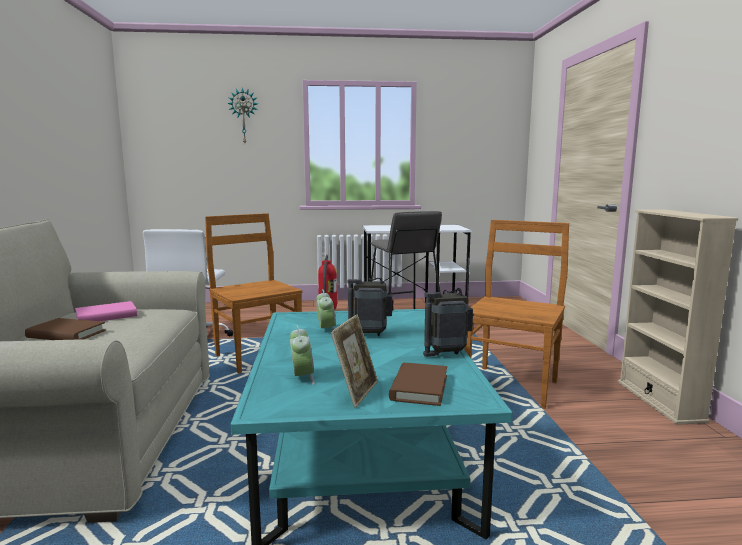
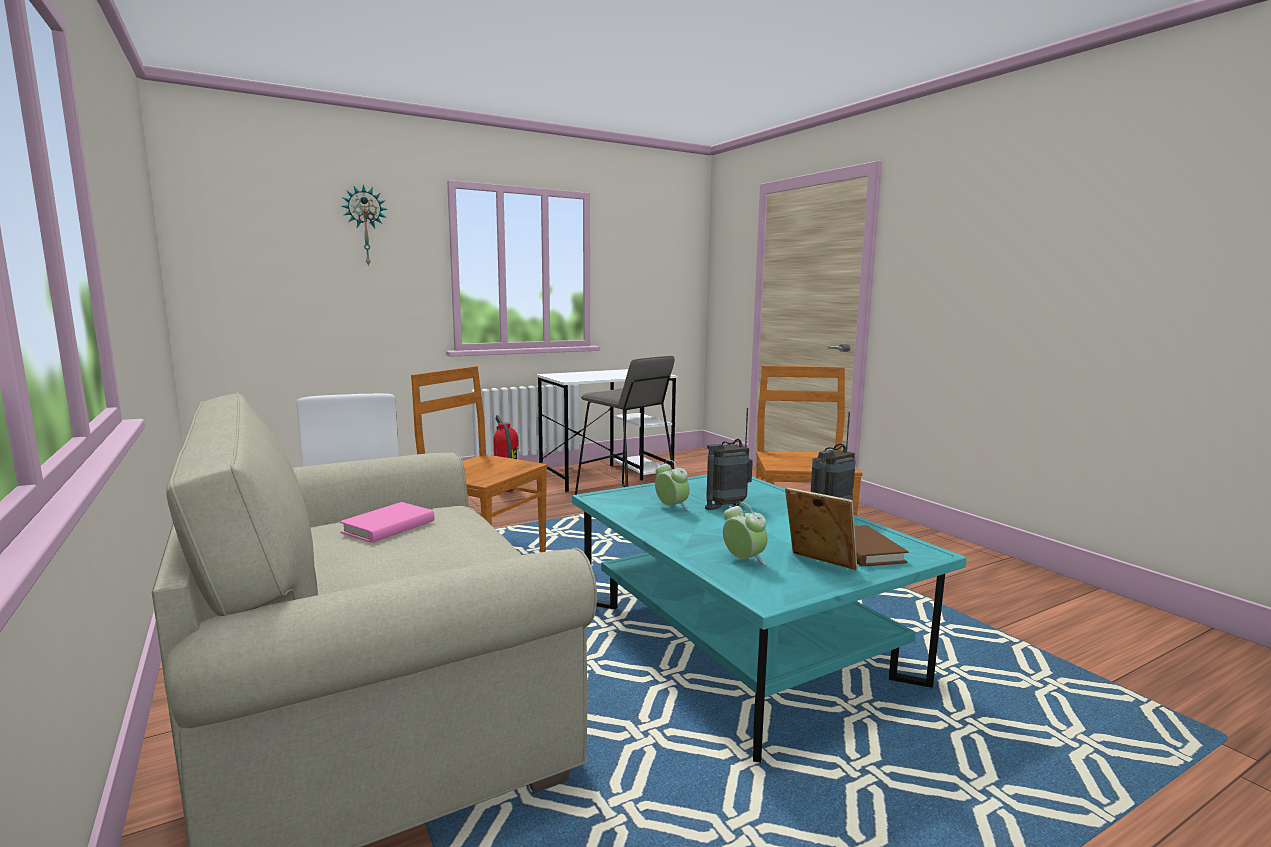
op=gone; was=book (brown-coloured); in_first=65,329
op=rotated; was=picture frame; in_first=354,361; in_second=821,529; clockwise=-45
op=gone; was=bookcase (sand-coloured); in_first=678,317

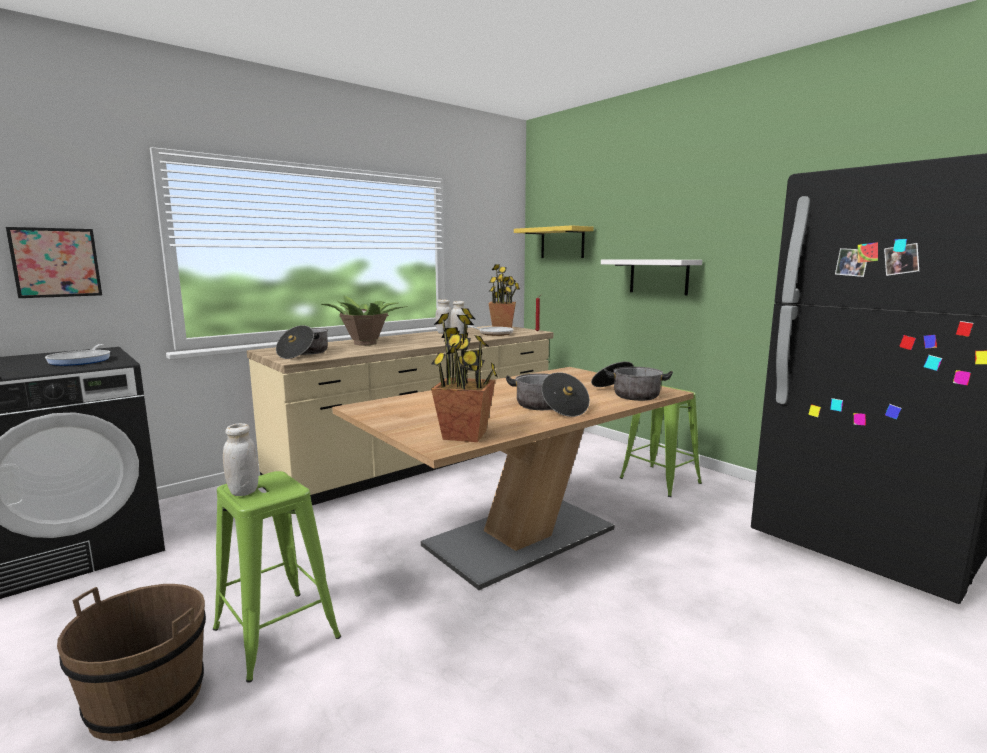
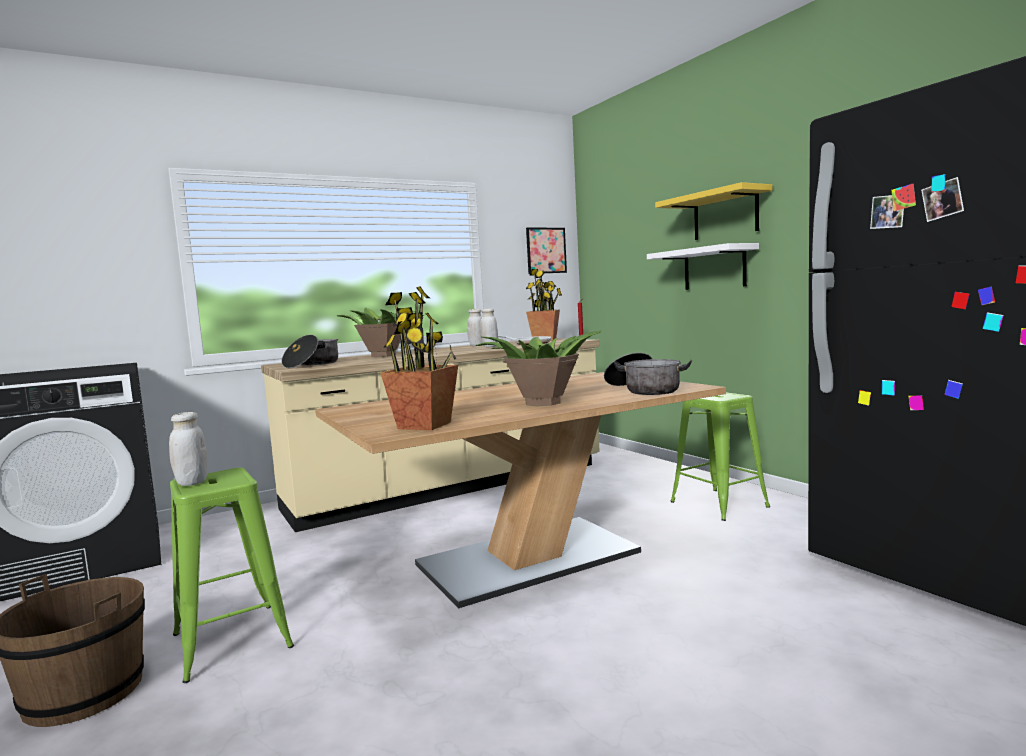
op=shifted; was=picture; in_first=54,262; in_second=546,250
op=gone; was=skillet; in_first=77,355
op=swapped; was=cooking pot; now=houseplant; in_first=548,394; in_second=539,368
op=shifted; was=wall shelf (yellow); in_first=554,241; in_second=713,211

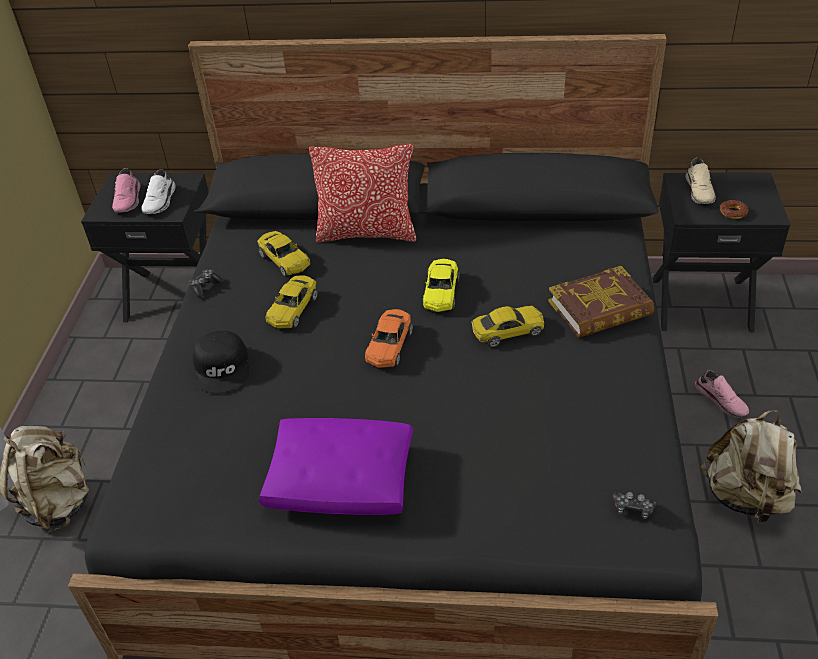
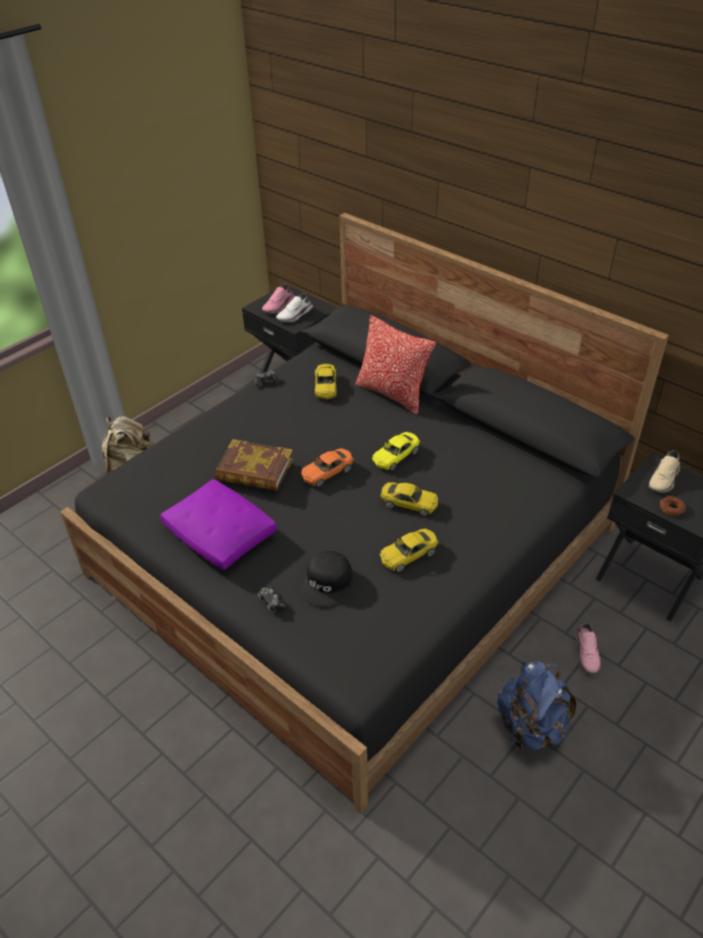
op=shifted; was=baseball cap (black); in_first=221,362; in_second=326,579
op=shifted; was=miniature car (yellow); in_first=291,301; in_second=409,550
op=shifted; was=book; in_first=601,302; in_second=254,465
op=shifted; was=gamepad; in_first=635,505; in_second=273,599
op=repainted; was=rucksack (sand-coloured); now=rucksack (blue); in_first=751,467; in_second=536,706

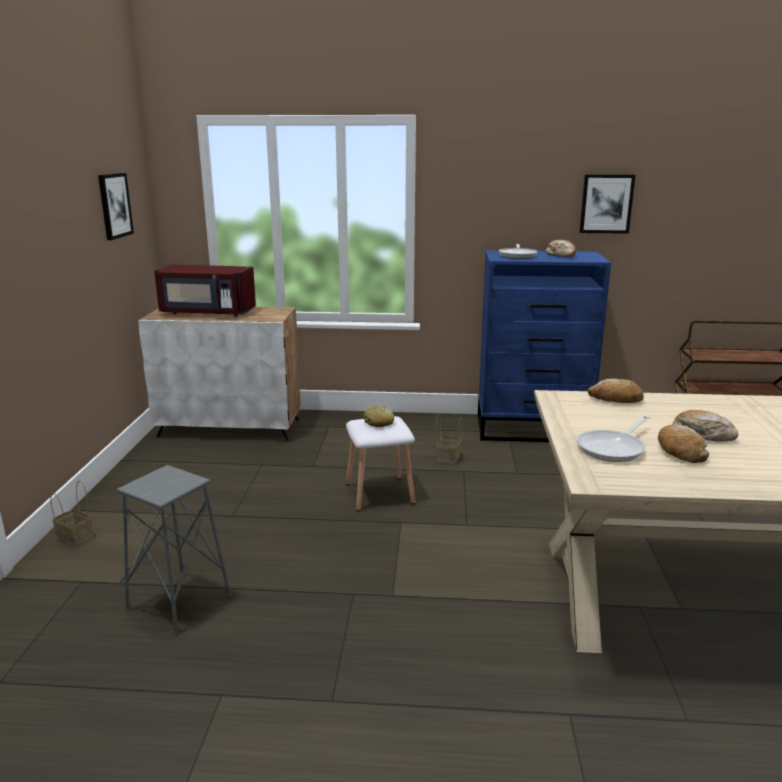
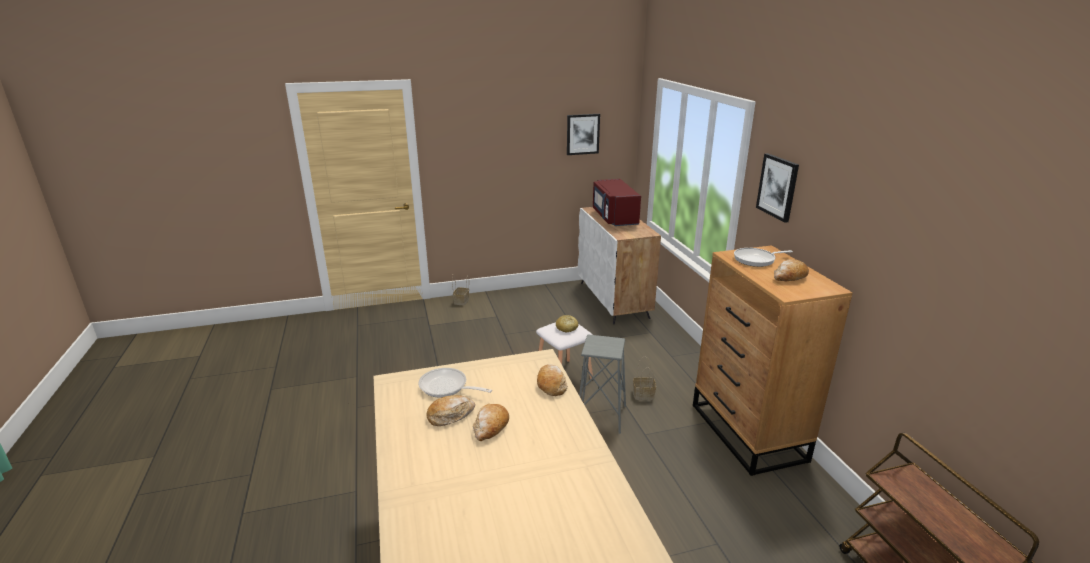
op=shifted; was=stool seat (greyish); in_first=174,550; in_second=602,384
op=repainted; was=chest of drawers (blue); now=chest of drawers (brown-coloured); in_first=544,346; in_second=773,360
op=shifted; was=picture; in_first=607,204; in_second=777,188

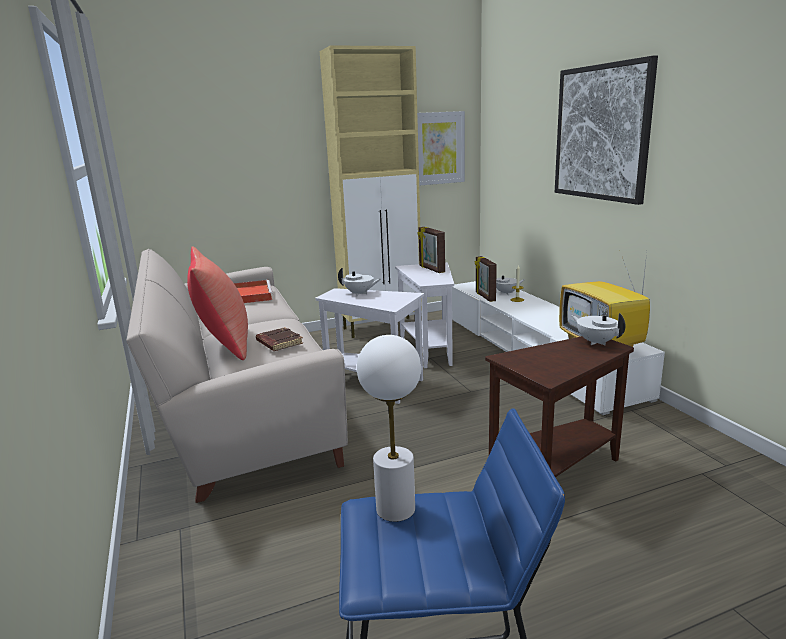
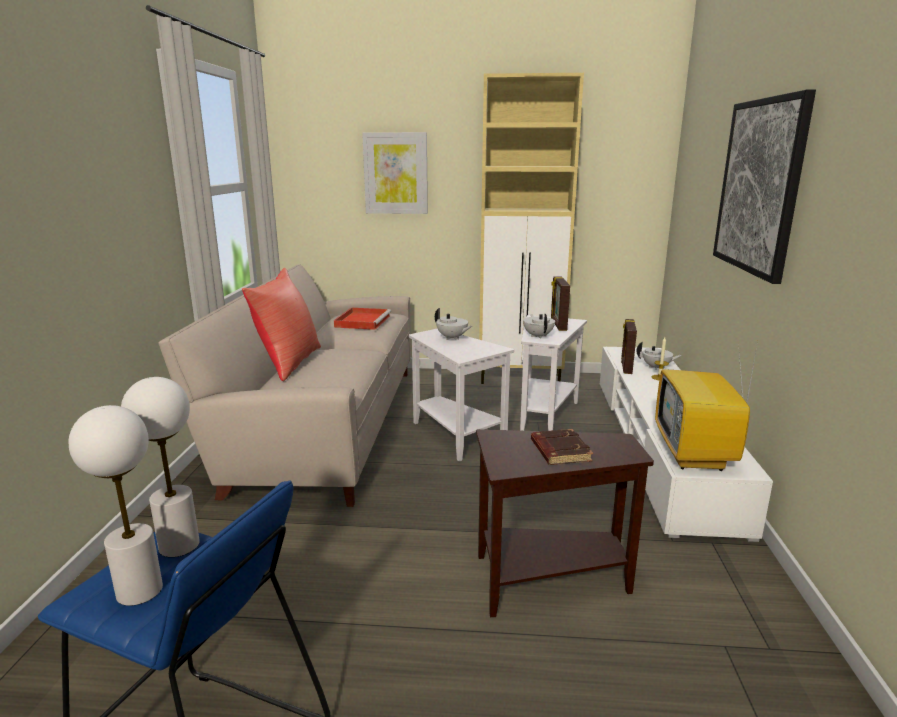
op=shifted; was=book (brown-coloured); in_first=279,339; in_second=562,447
op=shifted; was=picture; in_first=441,148; in_second=395,173
op=shifted; was=teapot (white-coloured); in_first=598,329; in_second=539,326
op=new; now=tabletop lamp (white-coloured); in_second=116,505

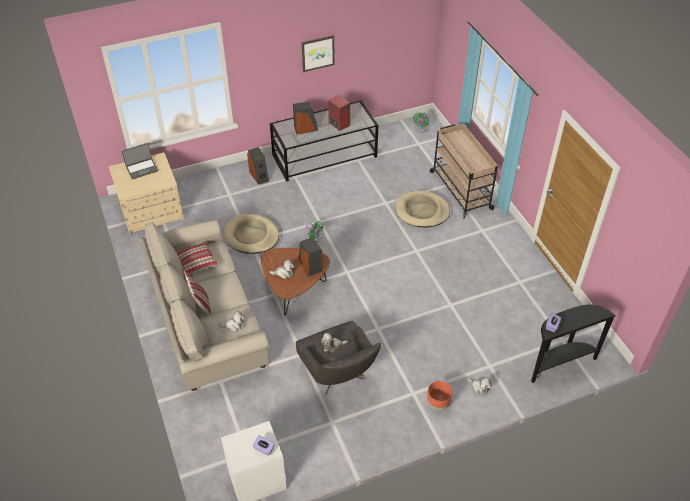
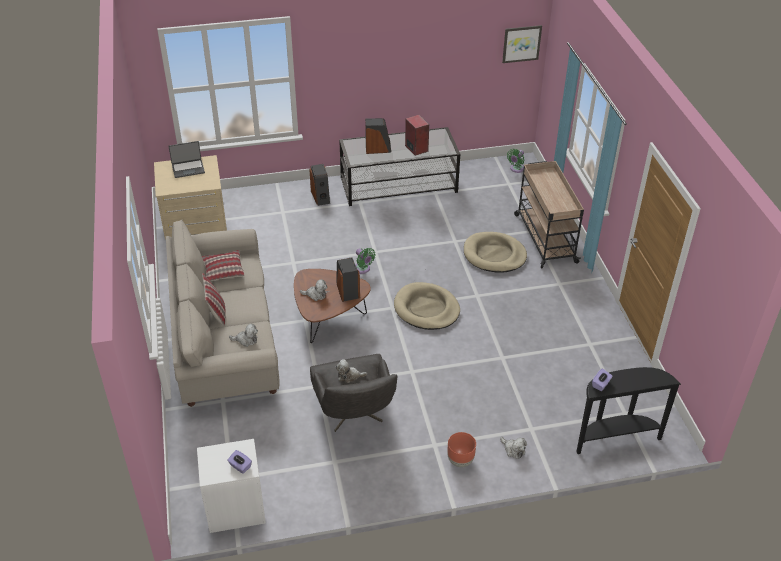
op=shifted; was=dog cushion (sand-coloured); in_first=251,234; in_second=427,306
op=shifted; was=picture; in_first=318,53; in_second=522,44

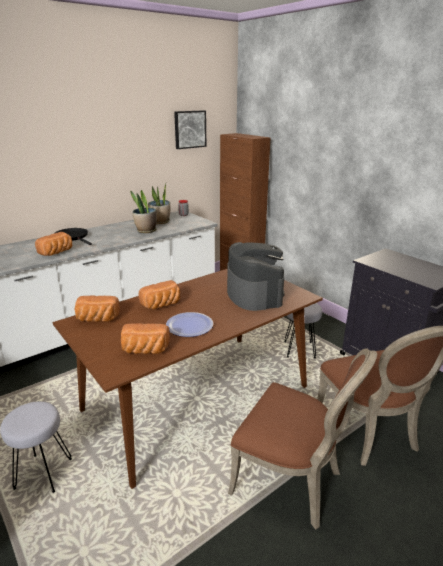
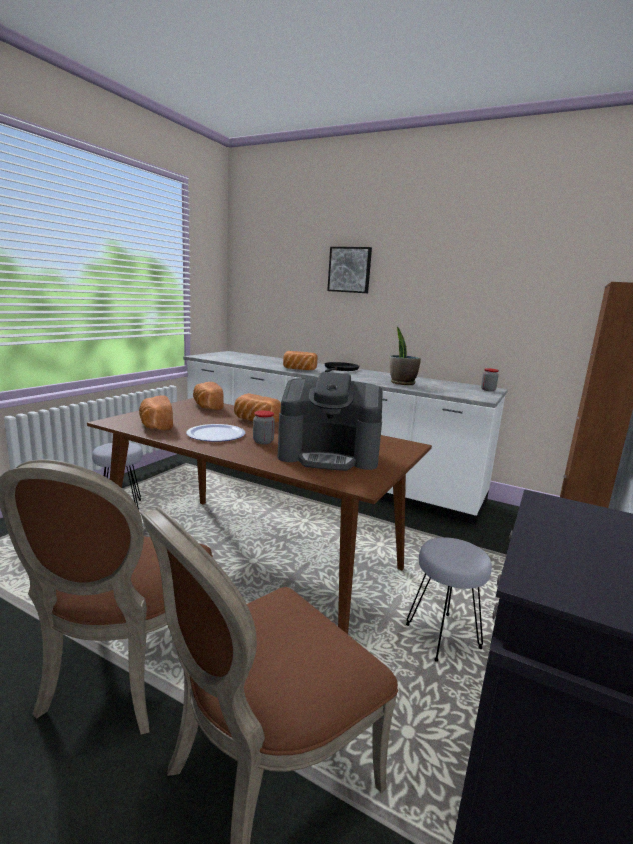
op=gone; was=houseplant; in_first=159,203
op=shifted; was=picture; in_first=190,129; in_second=349,270
op=rotated; was=coffee maker; in_first=256,276; in_second=330,421; clockwise=45
op=new; now=jar; in_second=264,427

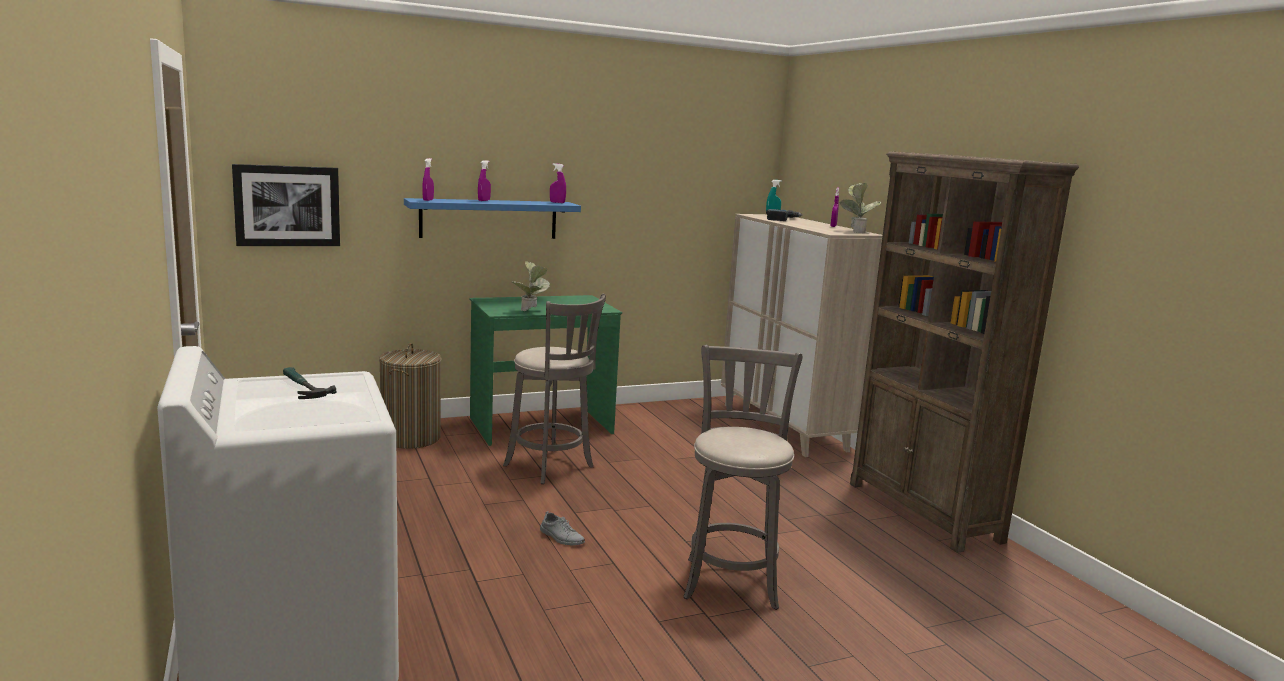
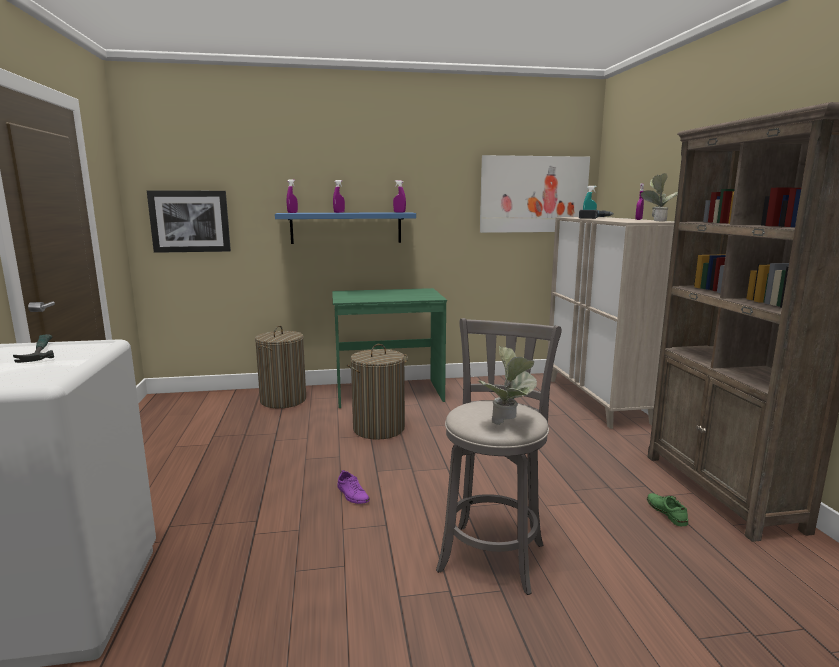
op=swapped; was=stool seat (greyish); now=hamper; in_first=554,388; in_second=377,392
op=shifted; was=houseplant; in_first=531,286; in_second=507,385
op=repainted; was=item of footwear (greyish); now=item of footwear (purple-coloured); in_first=562,528; in_second=353,487
op=new; now=picture; in_second=535,194
op=new; now=item of footwear (green); in_second=667,509

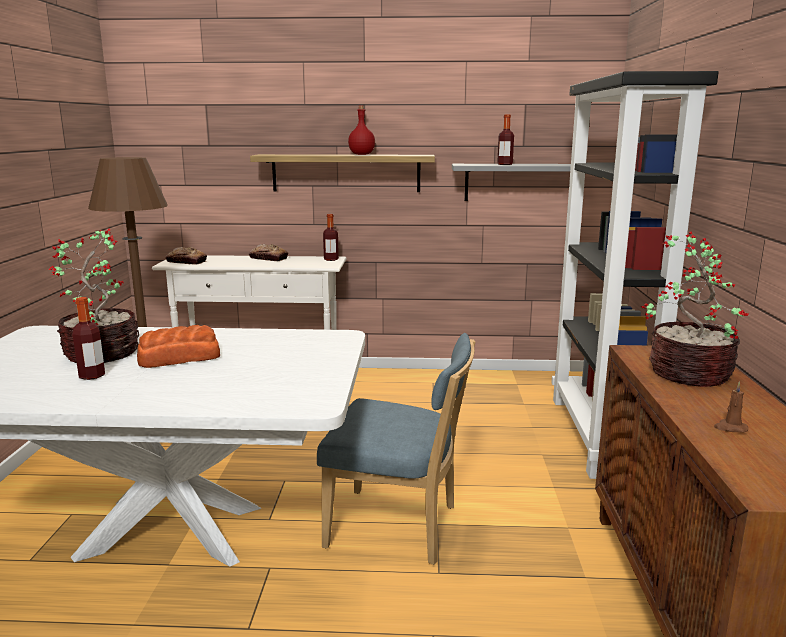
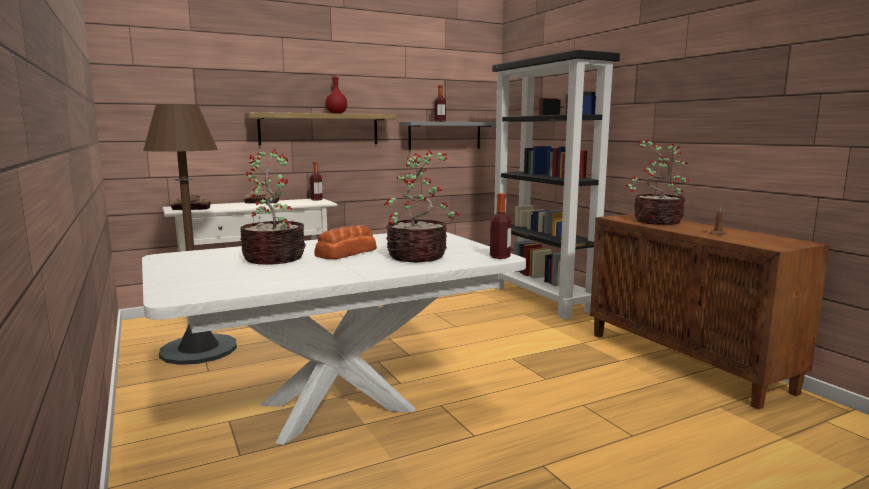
op=shifted; was=beverage bottle; in_first=89,338; in_second=500,226
op=gone; was=chair (blue); in_first=396,449
op=new; now=houseplant; in_second=422,206

